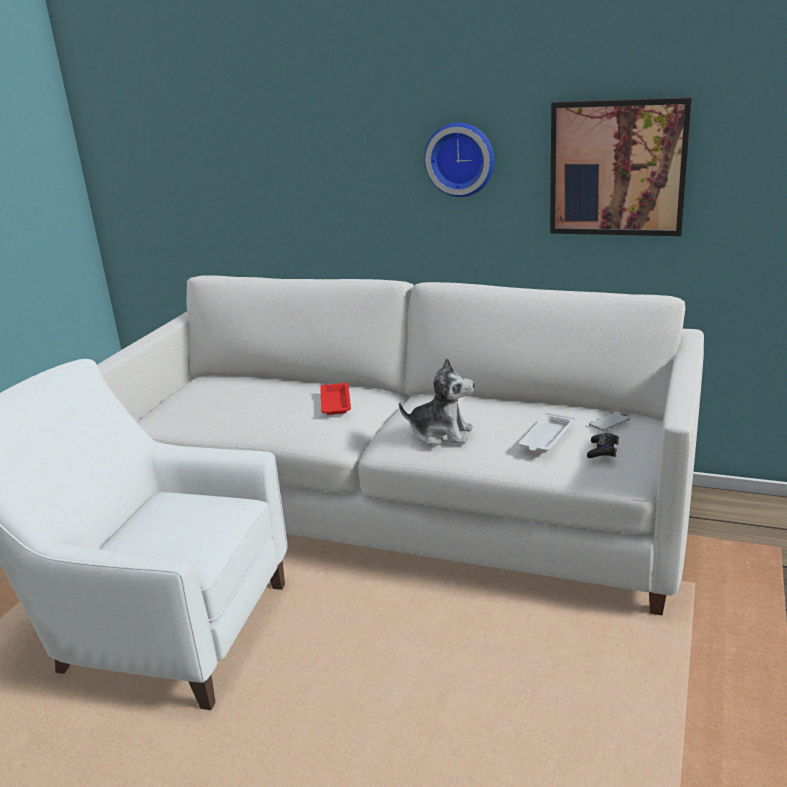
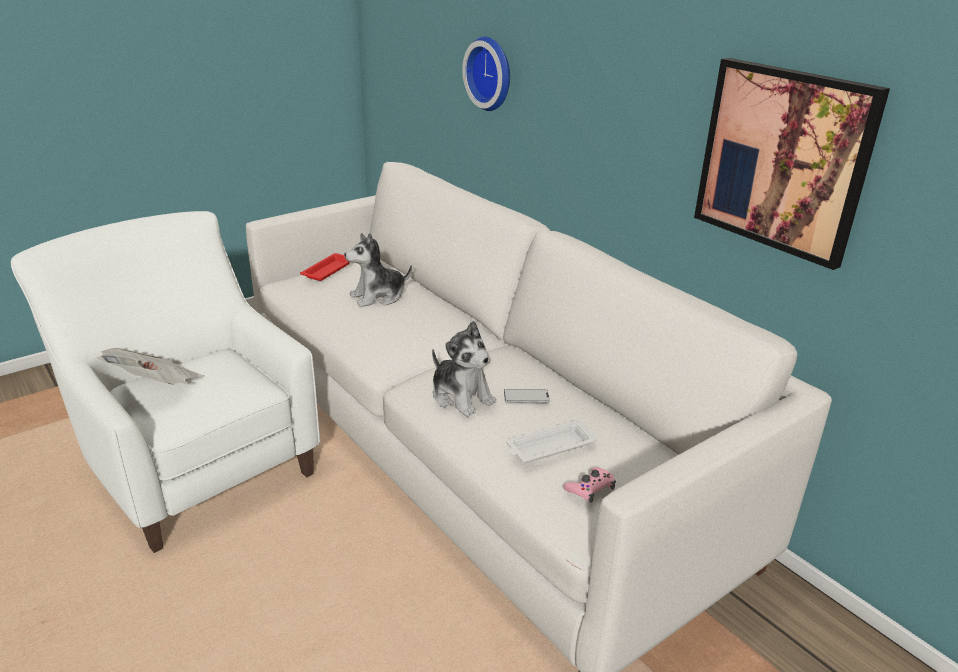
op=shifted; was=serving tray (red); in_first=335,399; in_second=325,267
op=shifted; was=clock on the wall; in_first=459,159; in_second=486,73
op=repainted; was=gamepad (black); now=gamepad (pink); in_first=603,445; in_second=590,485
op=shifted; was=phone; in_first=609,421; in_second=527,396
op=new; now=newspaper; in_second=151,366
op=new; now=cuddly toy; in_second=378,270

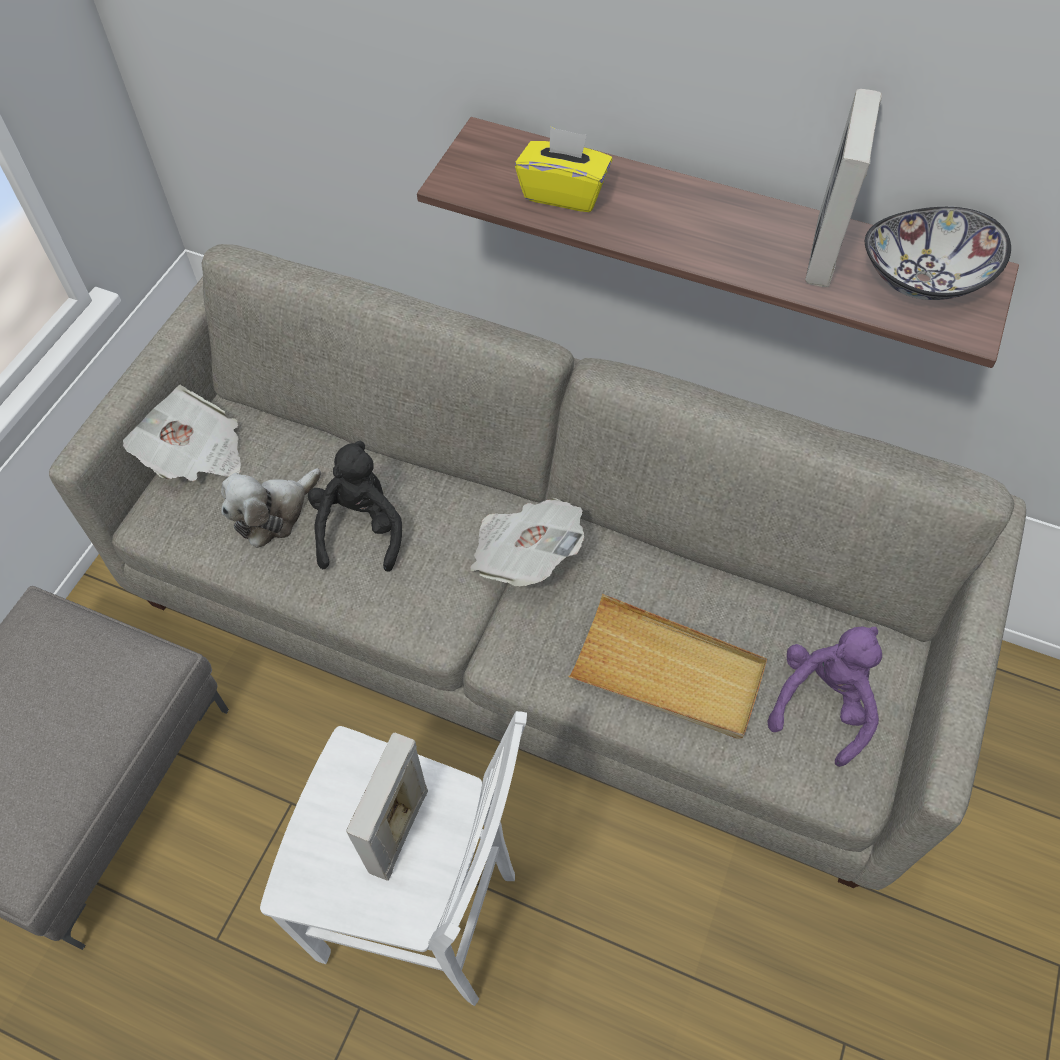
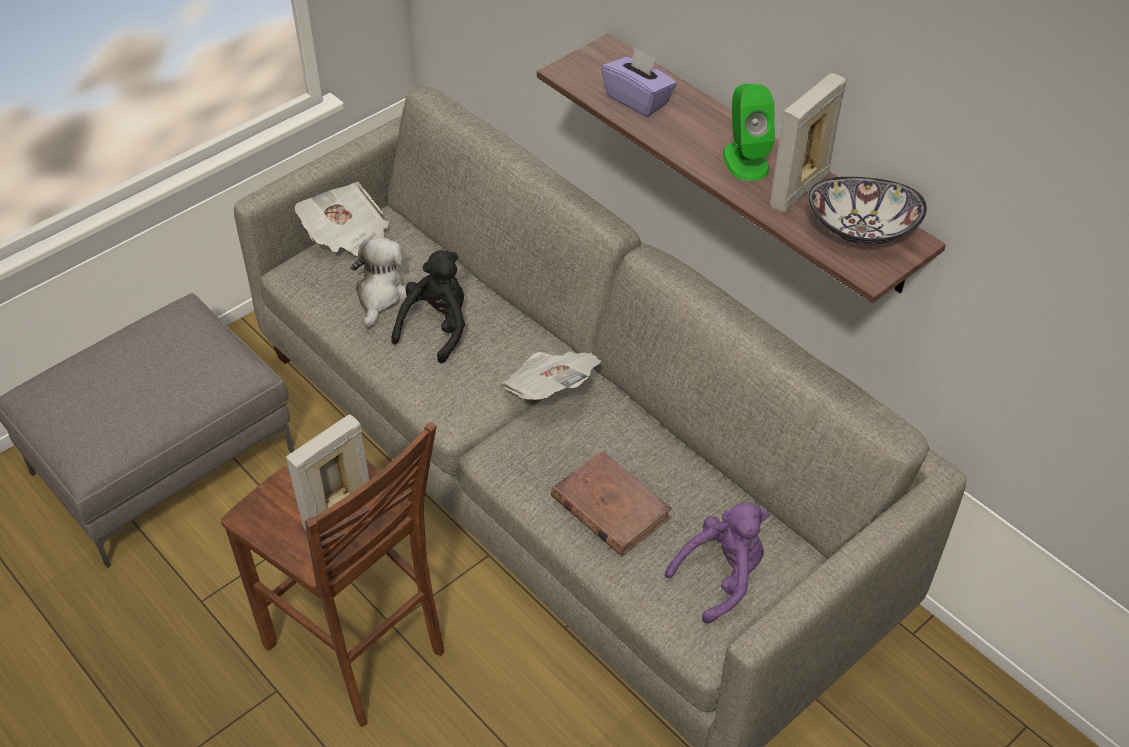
op=rotated; was=cuddly toy; in_first=271,508; in_second=378,282; clockwise=120
op=repainted; was=stool seat (white-coloured); now=stool seat (brown-coloured); in_first=393,858; in_second=333,574
op=repainted; was=box of tissues (yellow); now=box of tissues (purple-coloured); in_first=563,169; in_second=639,82
op=swapped; was=serving tray (sand-coloured); now=book (brown-coloured); in_first=667,666; in_second=611,504
op=new; now=loudspeaker (green); in_second=749,132

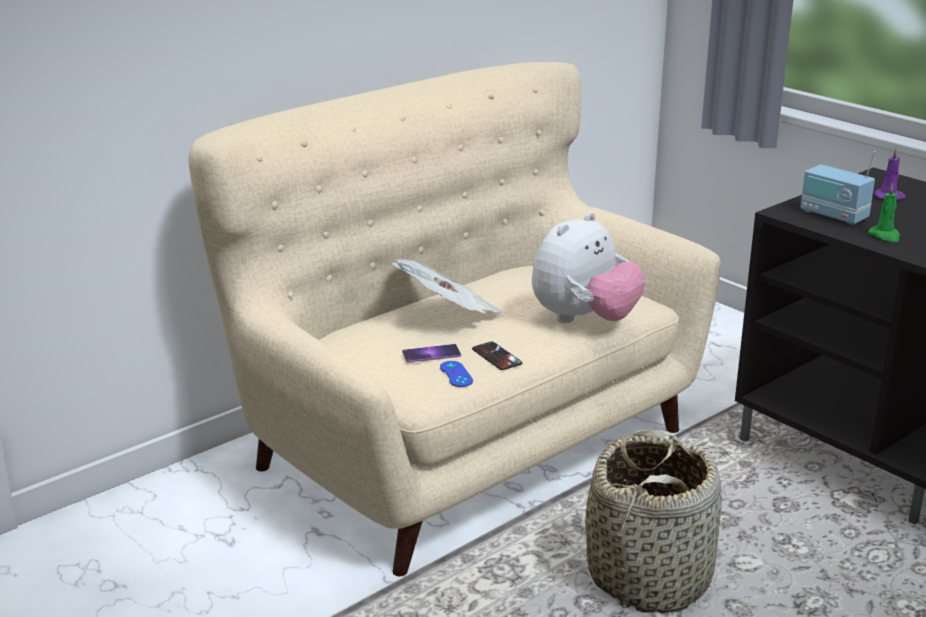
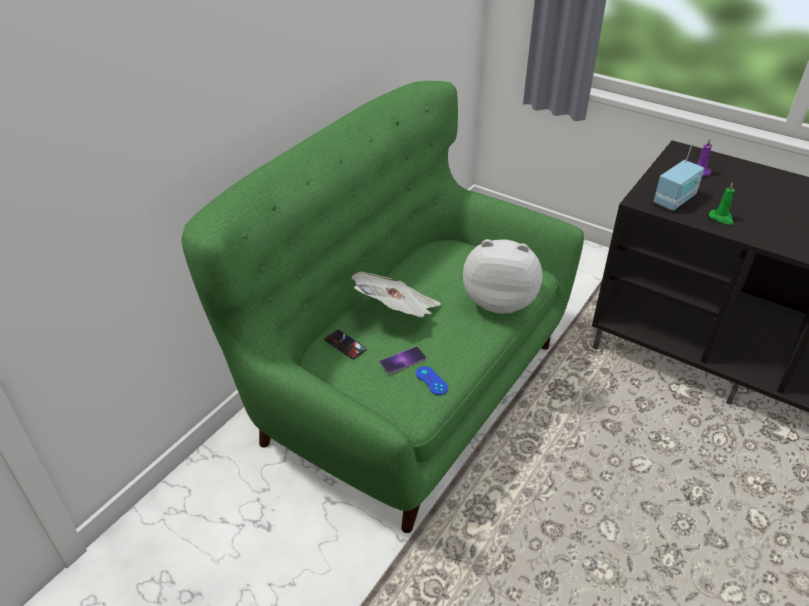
op=repainted; was=couch (sand-coloured); now=couch (green); in_first=455,319; in_second=382,307
op=shifted; was=phone; in_first=497,356; in_second=346,344
op=rotated; was=cuddly toy; in_first=589,267; in_second=503,276; clockwise=-105
op=gone; was=basket; in_first=653,522
op=rotated; was=radio; in_first=838,188; in_second=679,176; clockwise=-75

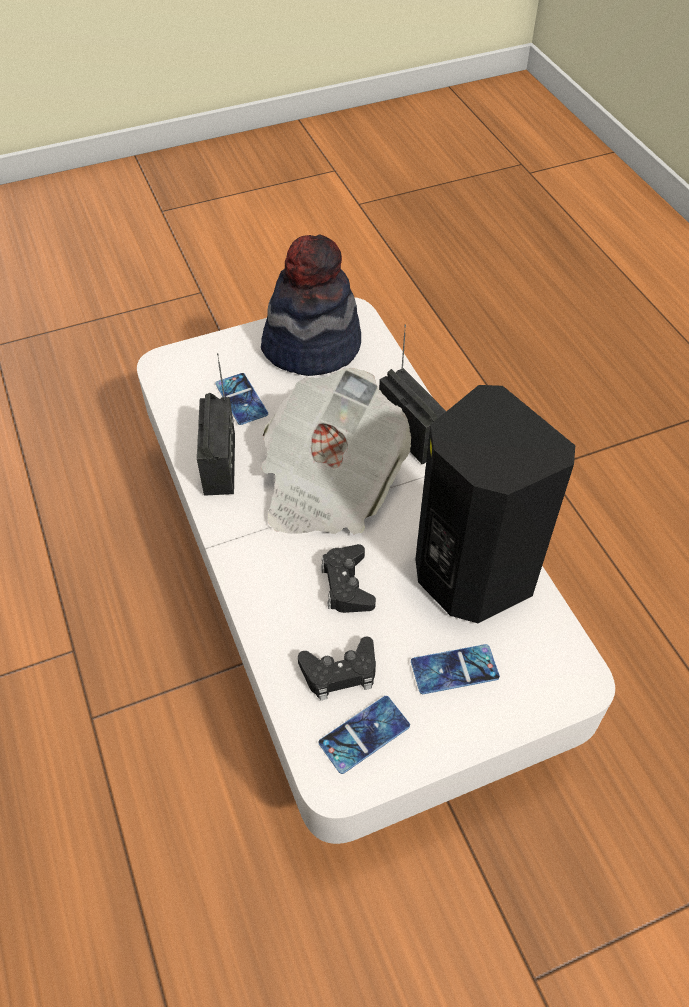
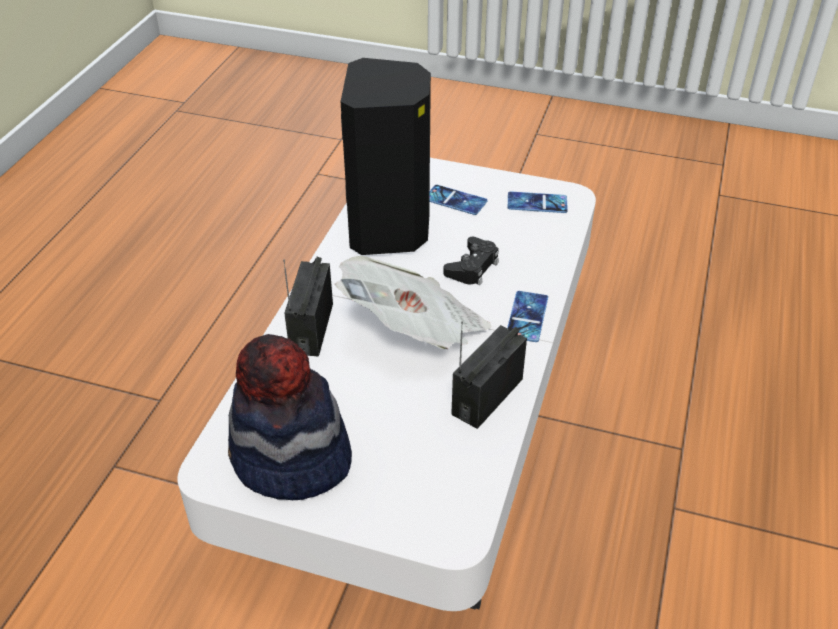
op=shifted; was=phone; in_first=241,399; in_second=527,316
op=gone; was=gamepad (black); in_first=337,669

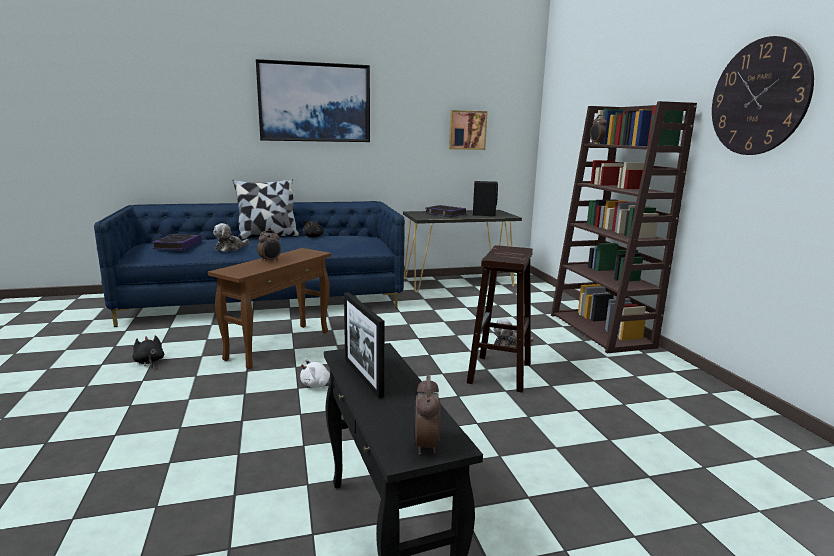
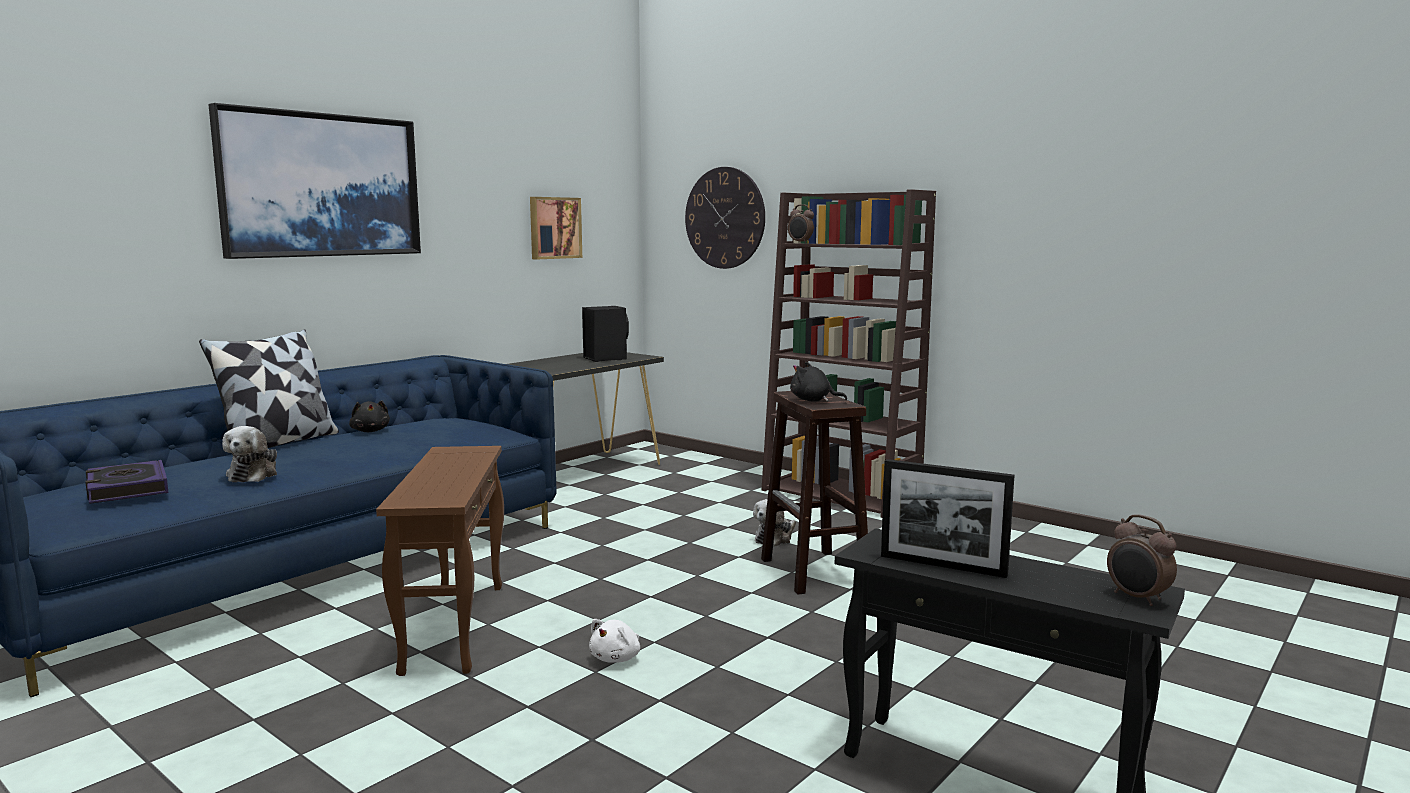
op=shifted; was=cuddly toy (black); in_first=148,352; in_second=818,382
op=gone; was=table clock; in_first=269,246
op=gone; was=book; in_first=445,211
op=shifted; was=clock on the wall; in_first=763,95; in_second=725,218

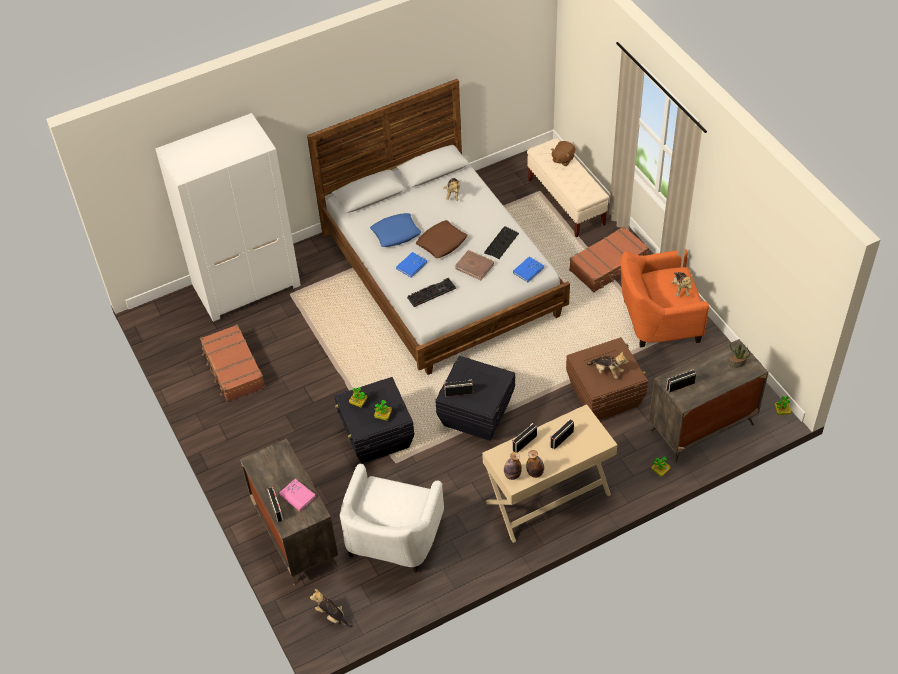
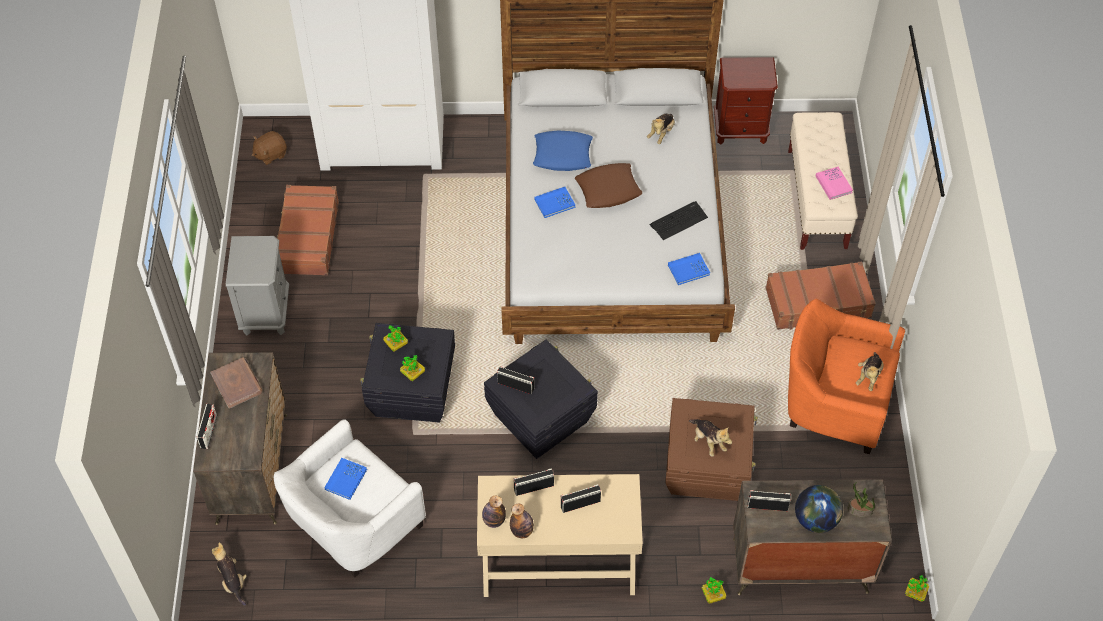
op=shifted; was=book (pink); in_first=297,495; in_second=834,183
op=gone; was=computer keyboard; in_first=431,292
op=shifted; was=book (brown-coloured); in_first=474,265; in_second=236,382
op=shifted; was=cuddly toy (brown-coloured); in_first=563,153; in_second=269,148
op=new; now=night table (greyish); in_second=257,285
op=new; now=book (blue); in_second=345,479
op=new; now=night table (brown-coloured); in_second=746,101
op=new; now=world globe; in_second=819,509

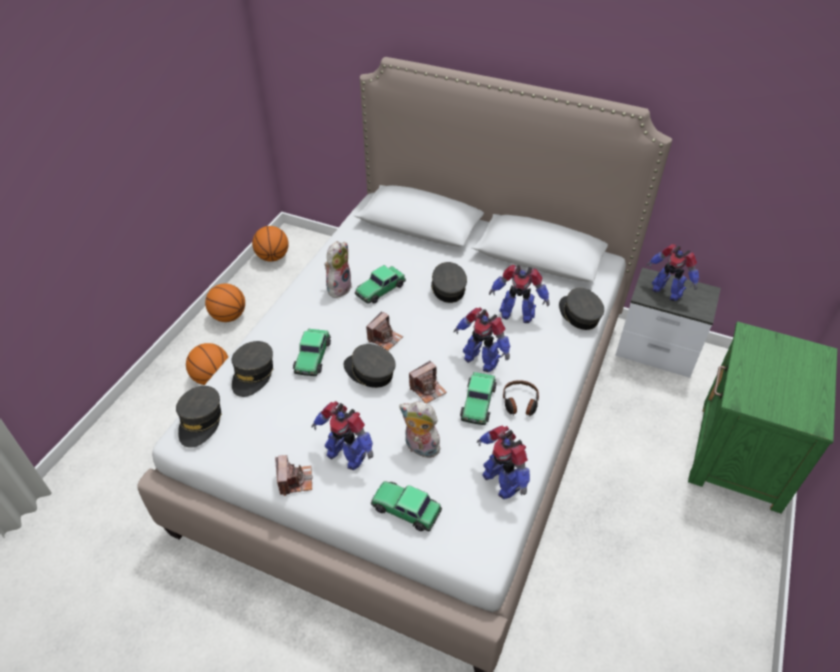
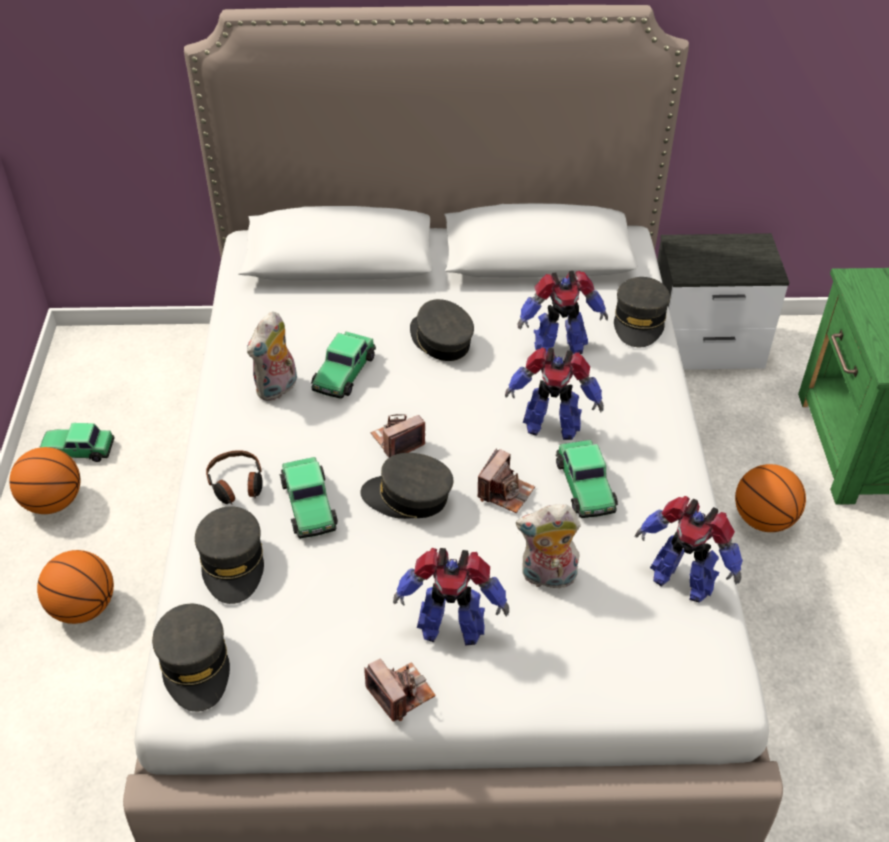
op=shifted; was=ball for basketball; in_first=270,244; in_second=770,498
op=rotated; was=cuddly toy; in_first=338,269; in_second=272,356; clockwise=-150
op=rotated; was=still camera; in_first=384,331; in_second=398,436; clockwise=-135
op=shifted; was=miniature car; in_first=406,506; in_second=77,442
op=shifted; was=headphones; in_first=521,398; in_second=234,477
op=rotated; was=baseball cap (greyish); in_first=581,309; in_second=642,312; clockwise=-120
op=gone; was=toy robot; in_first=672,272

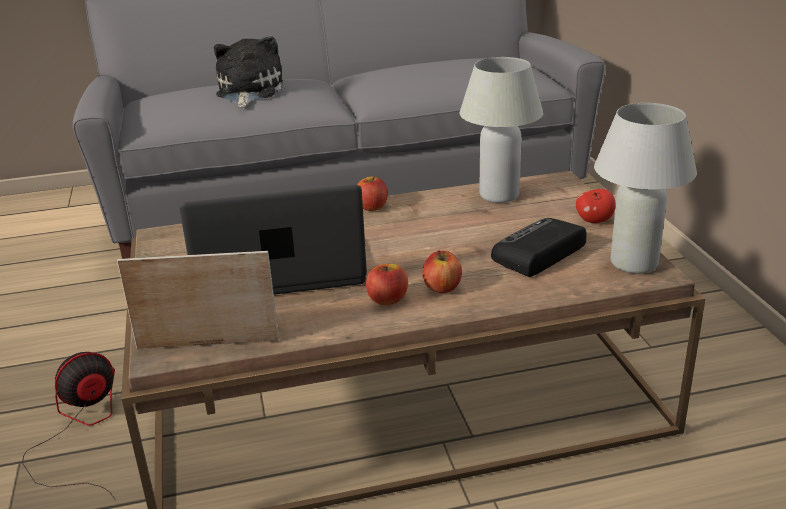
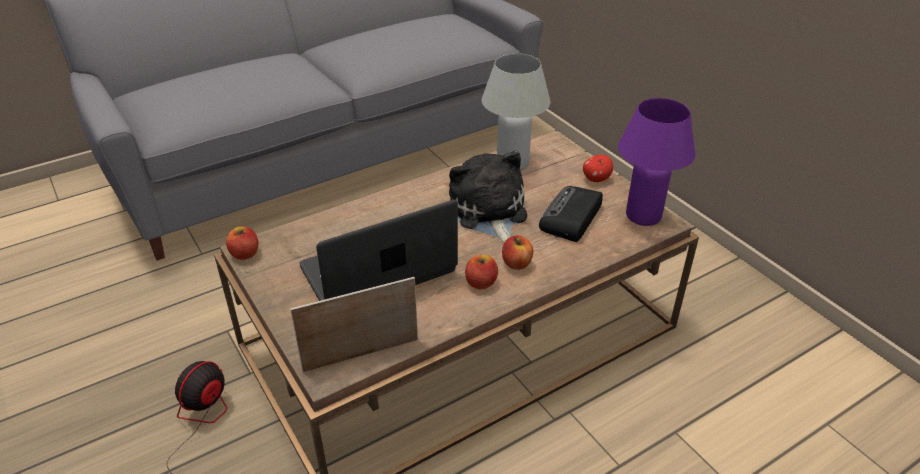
op=shifted; was=cuddly toy; in_first=248,71; in_second=488,197
op=shifted; was=whole apple; in_first=372,194; in_second=242,243
op=repainted; was=tabletop lamp (white-coloured); now=tabletop lamp (purple-coloured); in_first=645,188; in_second=656,162

